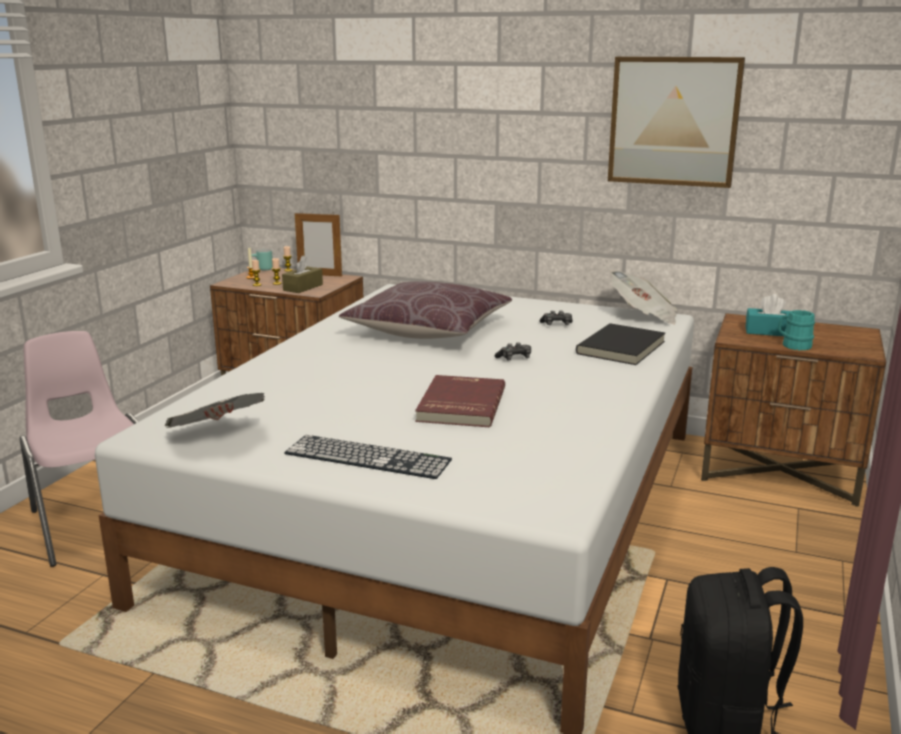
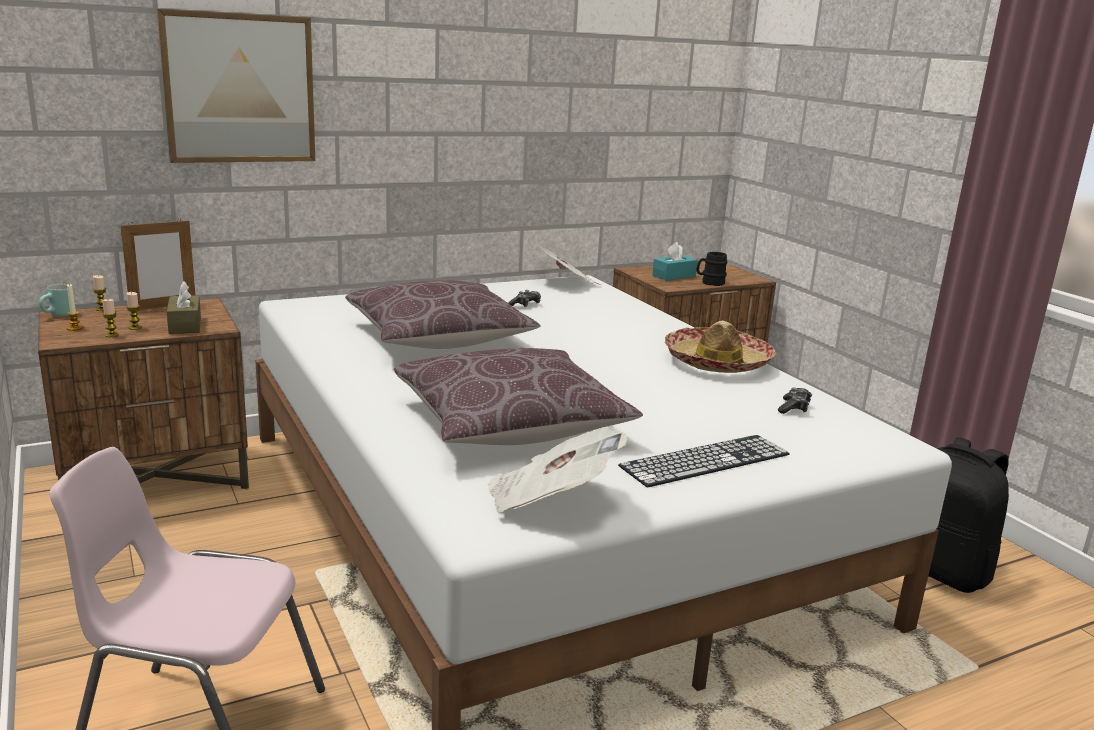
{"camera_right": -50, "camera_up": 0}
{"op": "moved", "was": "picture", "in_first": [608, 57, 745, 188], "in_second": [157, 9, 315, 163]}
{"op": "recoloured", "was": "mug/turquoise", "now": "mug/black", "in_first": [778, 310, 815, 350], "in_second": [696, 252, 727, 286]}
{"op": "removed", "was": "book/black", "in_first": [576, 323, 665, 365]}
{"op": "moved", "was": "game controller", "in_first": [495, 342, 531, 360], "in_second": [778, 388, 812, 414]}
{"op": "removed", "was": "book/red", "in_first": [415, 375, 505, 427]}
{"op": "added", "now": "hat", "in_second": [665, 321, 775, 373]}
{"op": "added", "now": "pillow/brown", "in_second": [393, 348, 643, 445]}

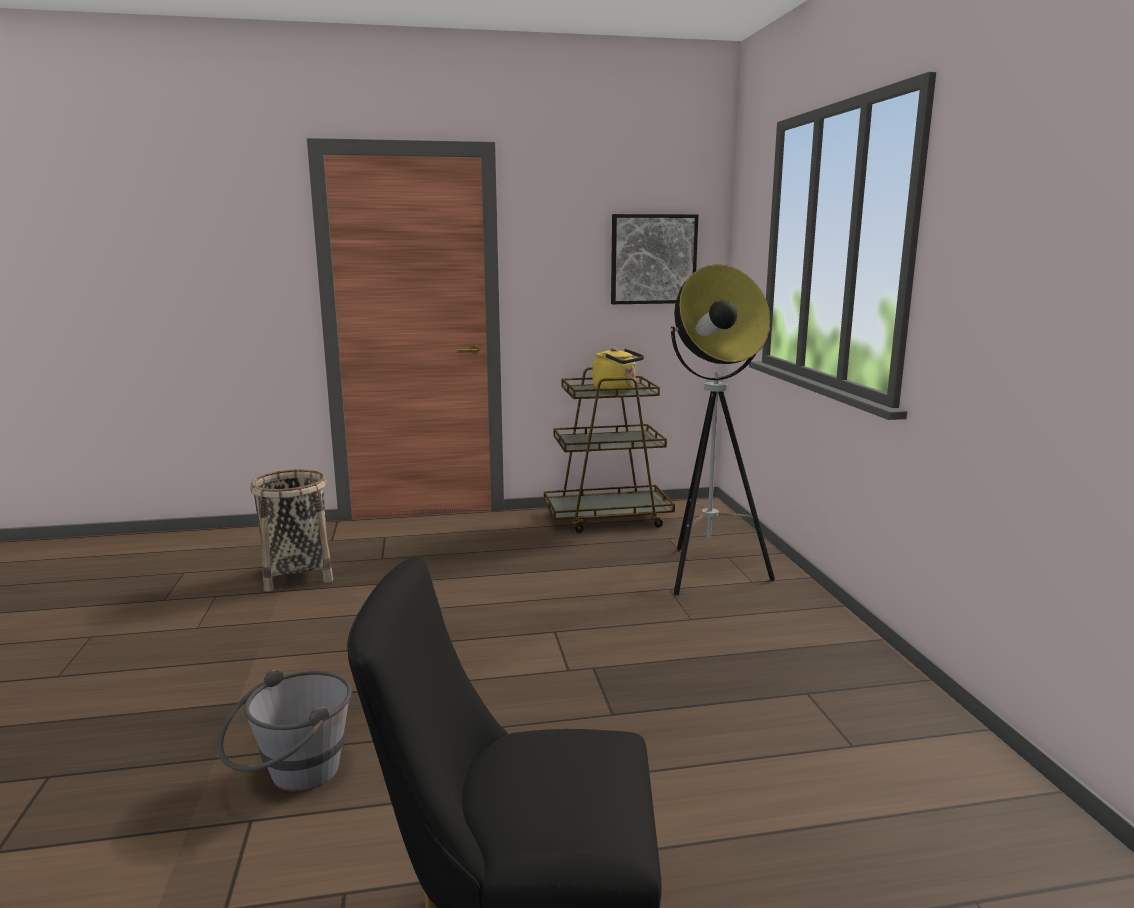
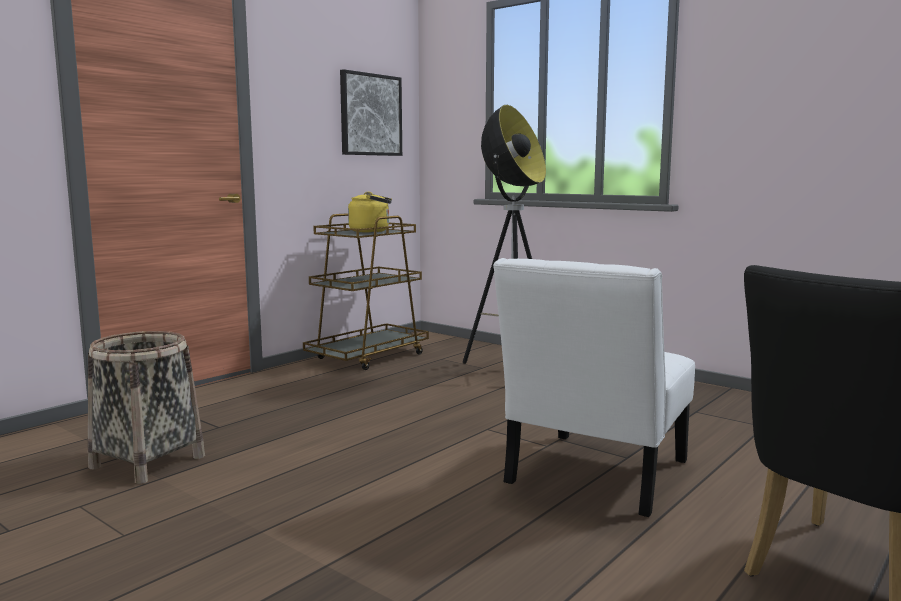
{"camera_right": -40, "camera_up": -5}
{"op": "removed", "was": "bucket/grey", "in_first": [217, 668, 352, 792]}
{"op": "added", "now": "chair/white", "in_second": [493, 258, 695, 517]}

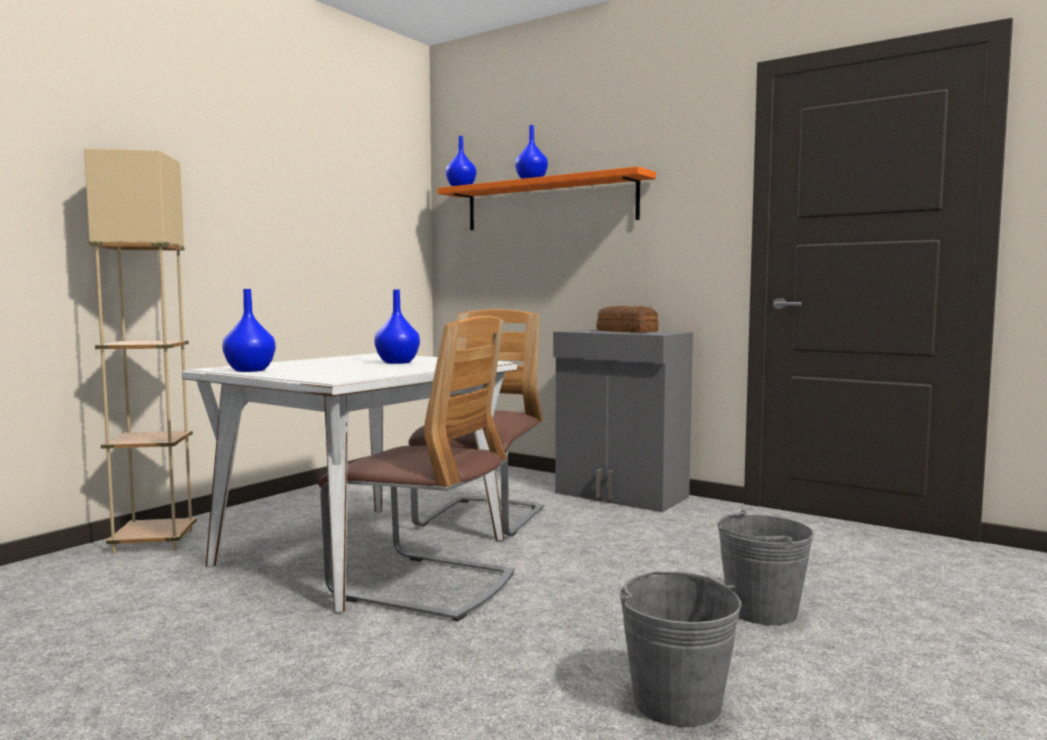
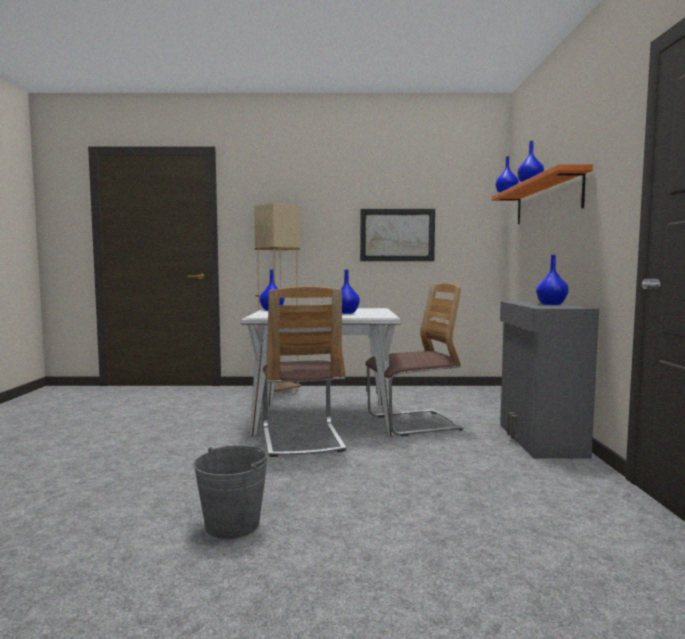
{"camera_right": 55, "camera_up": 0}
{"op": "replaced", "was": "bread", "now": "vase/blue", "in_first": [596, 306, 659, 332], "in_second": [536, 255, 569, 305]}
{"op": "removed", "was": "bucket/grey", "in_first": [717, 510, 814, 625]}
{"op": "added", "now": "picture", "in_second": [360, 209, 435, 261]}

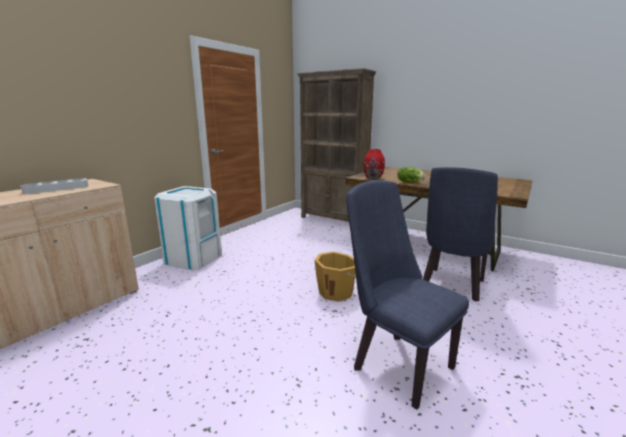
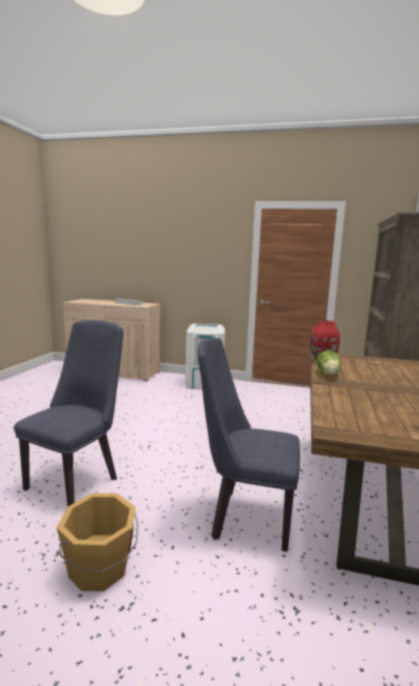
{"camera_right": 70, "camera_up": -5}
{"op": "moved", "was": "bucket/orange", "in_first": [315, 251, 356, 302], "in_second": [56, 493, 138, 591]}

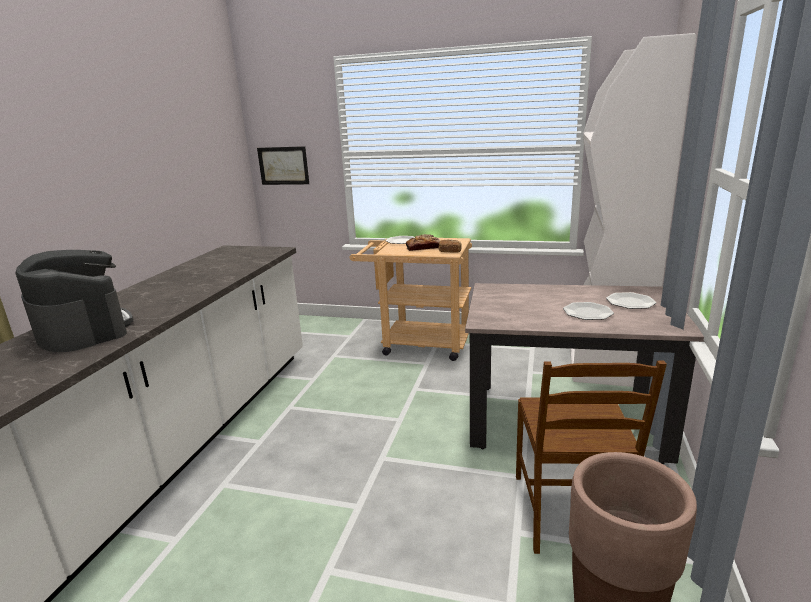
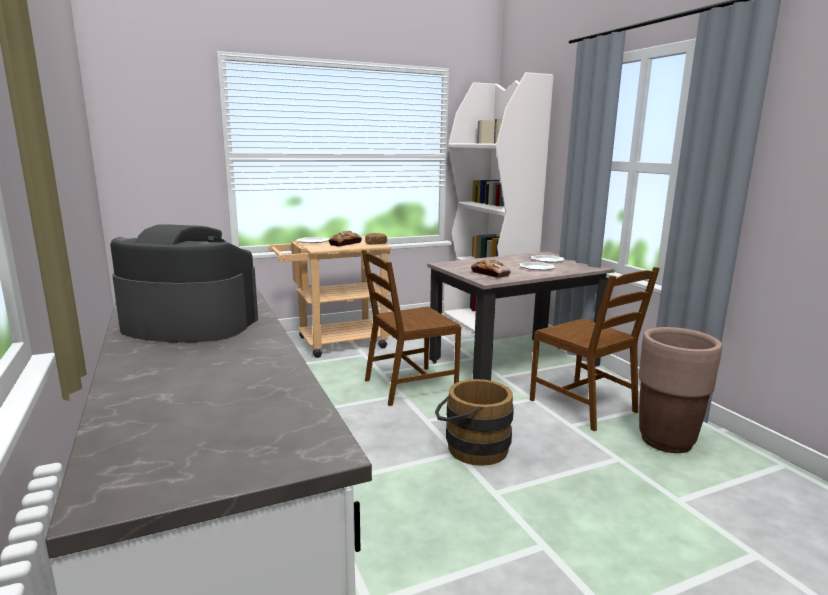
{"camera_right": -40, "camera_up": -5}
{"op": "removed", "was": "picture", "in_first": [257, 146, 309, 185]}
{"op": "added", "now": "chair/brown", "in_second": [362, 250, 461, 406]}
{"op": "added", "now": "bread", "in_second": [471, 259, 511, 278]}
{"op": "added", "now": "bucket/brown", "in_second": [435, 379, 514, 466]}

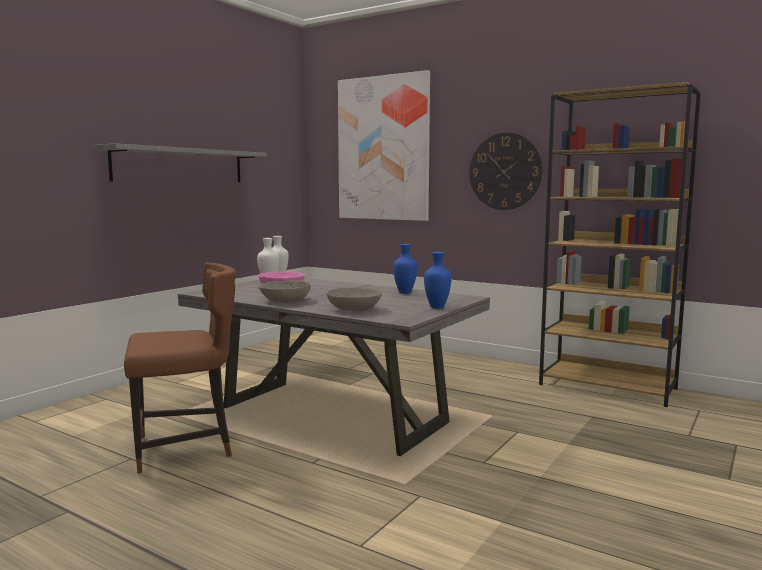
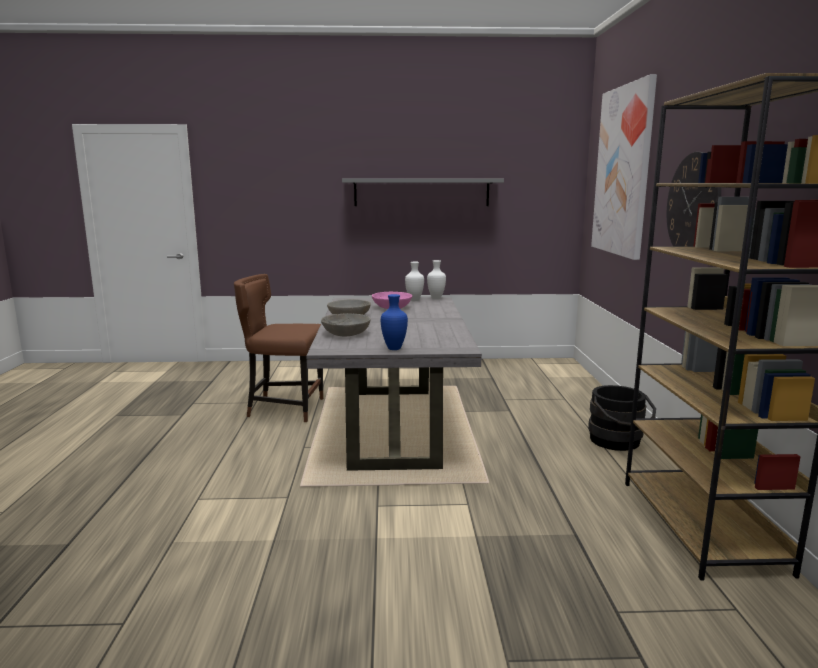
{"camera_right": 55, "camera_up": 5}
{"op": "removed", "was": "vase/blue", "in_first": [393, 244, 417, 294]}
{"op": "turned", "was": "chair/brown", "in_first": [124, 262, 236, 474], "in_second": [234, 274, 323, 422], "clockwise": 150}
{"op": "added", "now": "bucket/black", "in_second": [588, 385, 656, 451]}

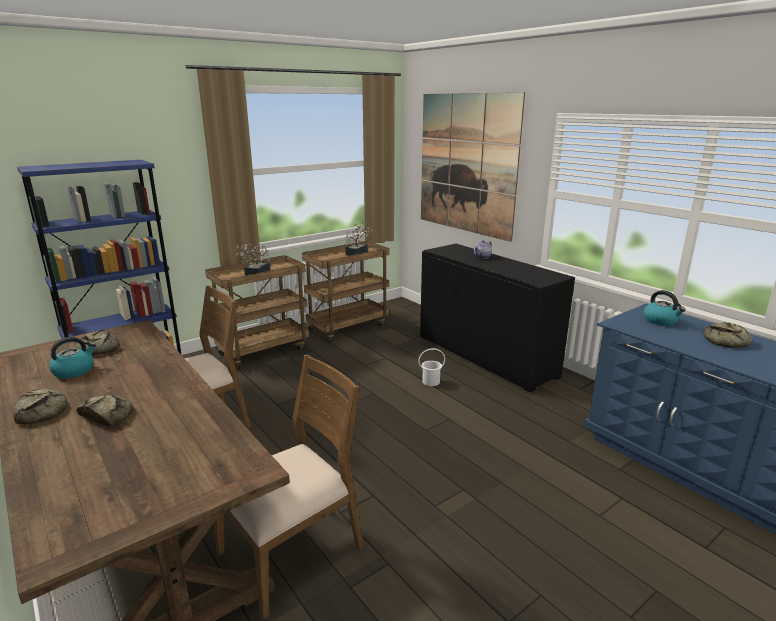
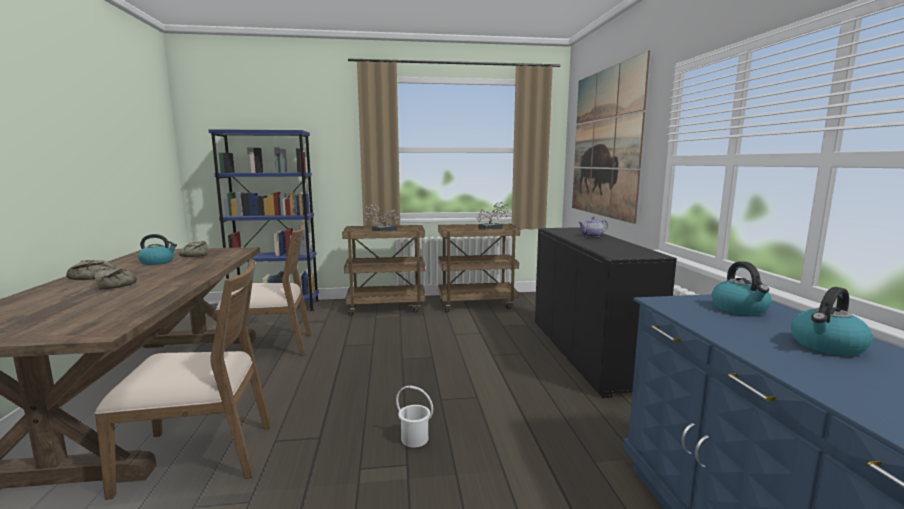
{"camera_right": 30, "camera_up": -10}
{"op": "replaced", "was": "bread", "now": "kettle", "in_first": [703, 322, 752, 348], "in_second": [791, 287, 873, 356]}
{"op": "moved", "was": "bucket/white", "in_first": [419, 348, 445, 386], "in_second": [396, 386, 433, 448]}

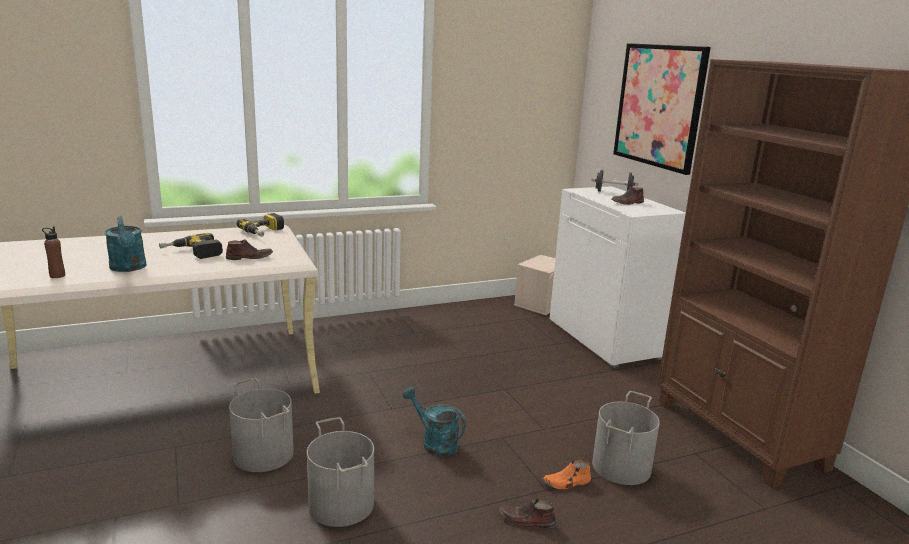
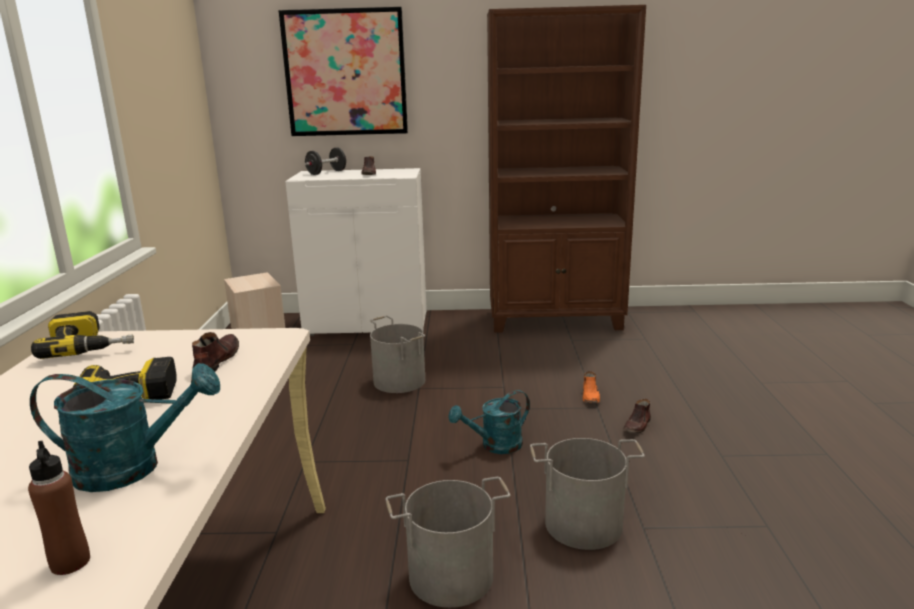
{"camera_right": -65, "camera_up": 0}
{"op": "moved", "was": "bucket/grey", "in_first": [592, 391, 660, 485], "in_second": [370, 316, 425, 393]}

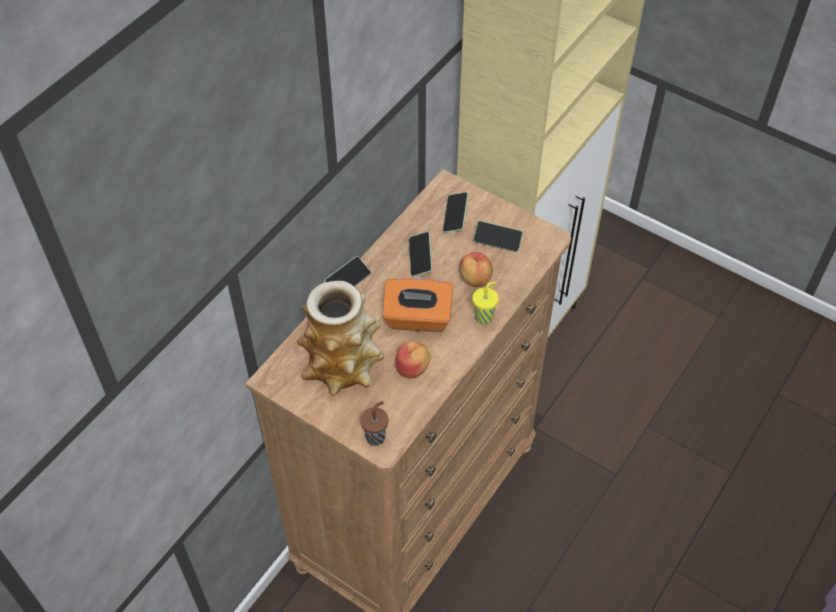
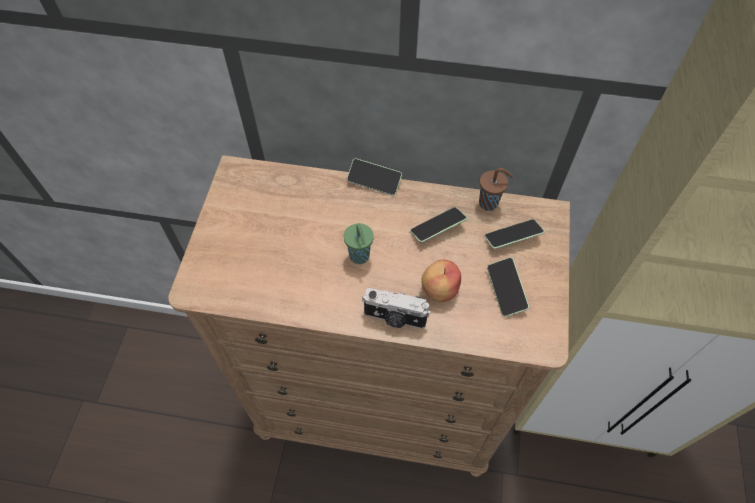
{"camera_right": 65, "camera_up": 5}
{"op": "replaced", "was": "tissue box/orange", "now": "cup/green", "in_first": [382, 278, 453, 332], "in_second": [344, 223, 374, 264]}
{"op": "removed", "was": "vase", "in_first": [297, 281, 384, 396]}
{"op": "replaced", "was": "cup/yellow", "now": "photo camera", "in_first": [472, 282, 499, 325], "in_second": [362, 288, 431, 329]}
{"op": "removed", "was": "apple", "in_first": [395, 341, 430, 378]}
{"op": "moved", "was": "cup/brown", "in_first": [360, 401, 388, 446], "in_second": [479, 168, 513, 211]}

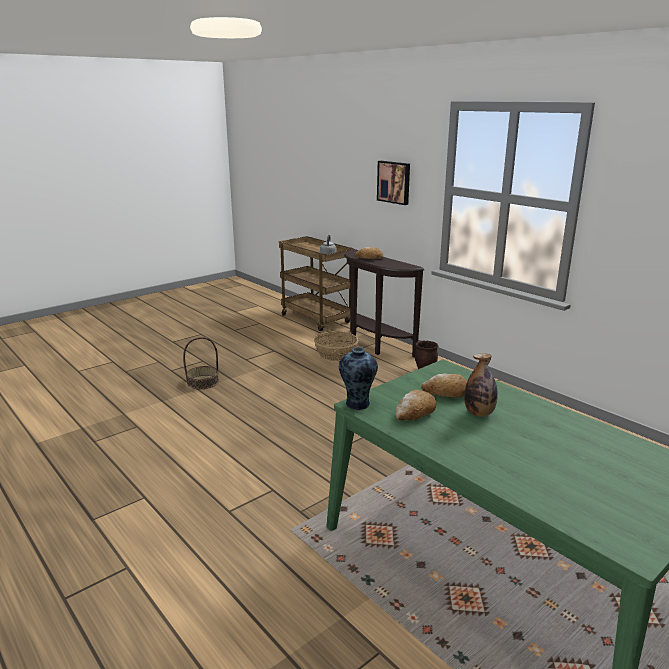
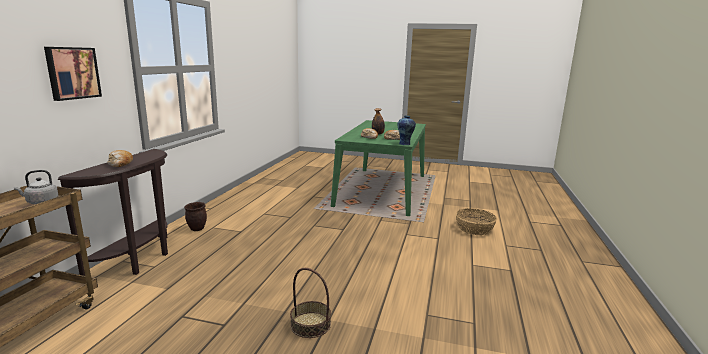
{"camera_right": -125, "camera_up": -5}
{"op": "moved", "was": "basket", "in_first": [314, 331, 358, 361], "in_second": [455, 208, 497, 235]}

